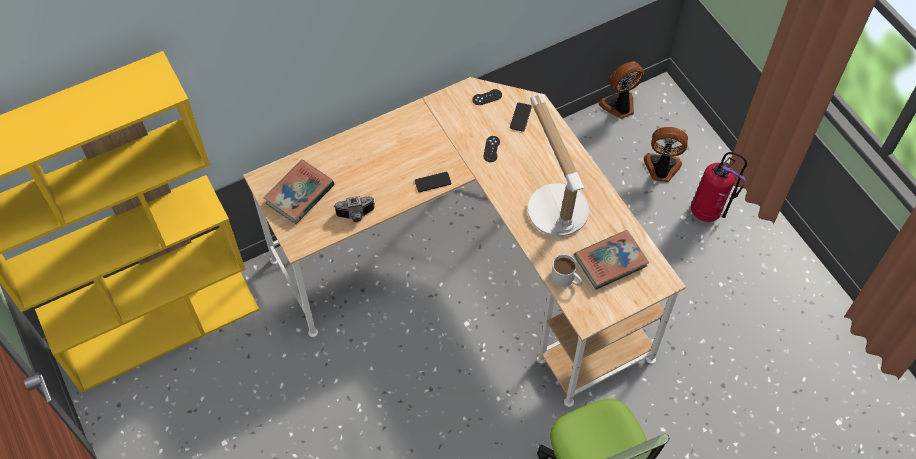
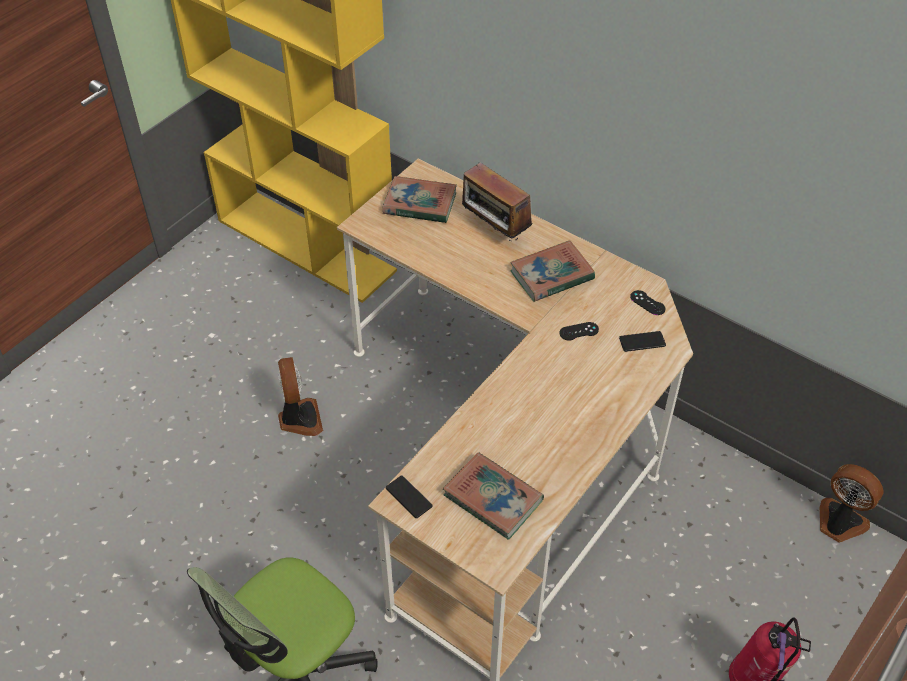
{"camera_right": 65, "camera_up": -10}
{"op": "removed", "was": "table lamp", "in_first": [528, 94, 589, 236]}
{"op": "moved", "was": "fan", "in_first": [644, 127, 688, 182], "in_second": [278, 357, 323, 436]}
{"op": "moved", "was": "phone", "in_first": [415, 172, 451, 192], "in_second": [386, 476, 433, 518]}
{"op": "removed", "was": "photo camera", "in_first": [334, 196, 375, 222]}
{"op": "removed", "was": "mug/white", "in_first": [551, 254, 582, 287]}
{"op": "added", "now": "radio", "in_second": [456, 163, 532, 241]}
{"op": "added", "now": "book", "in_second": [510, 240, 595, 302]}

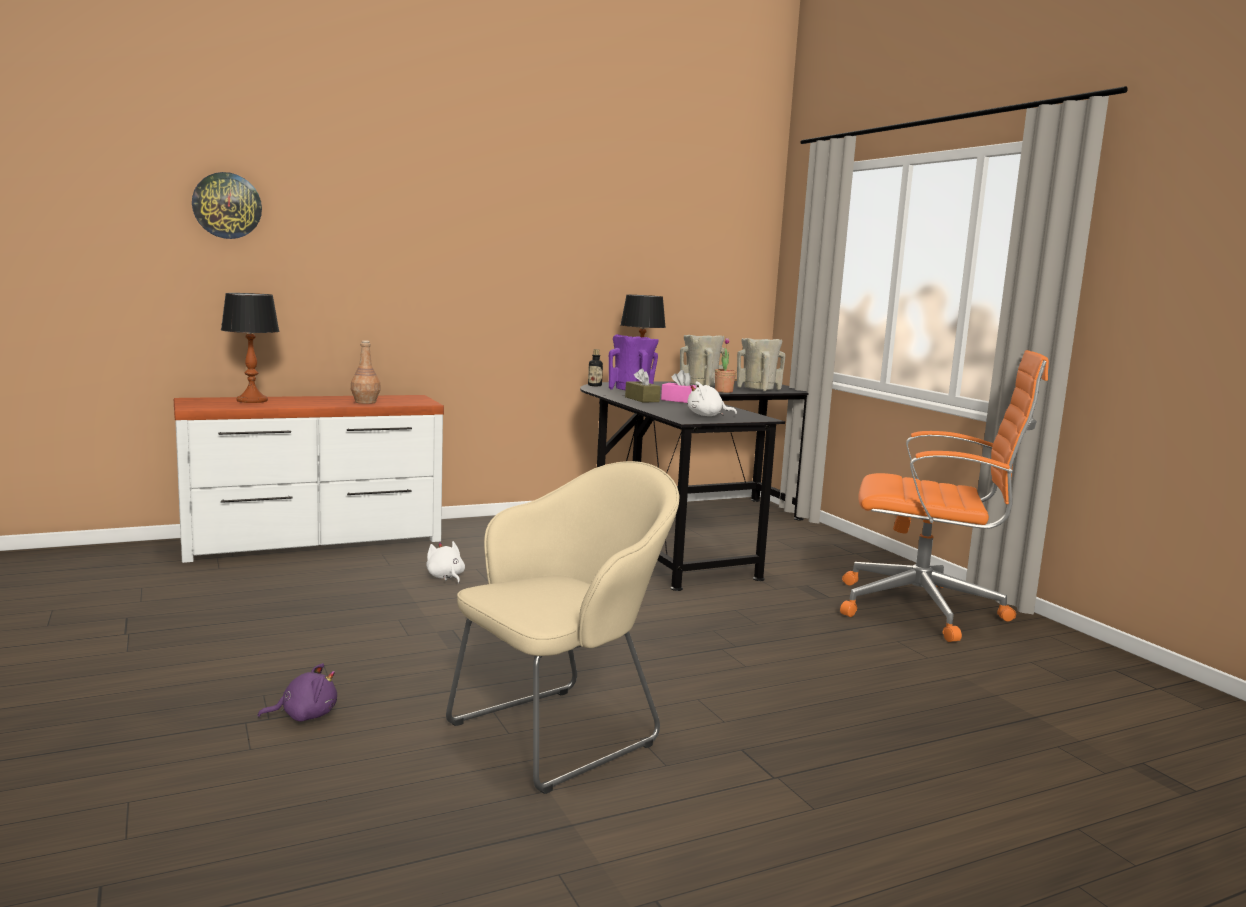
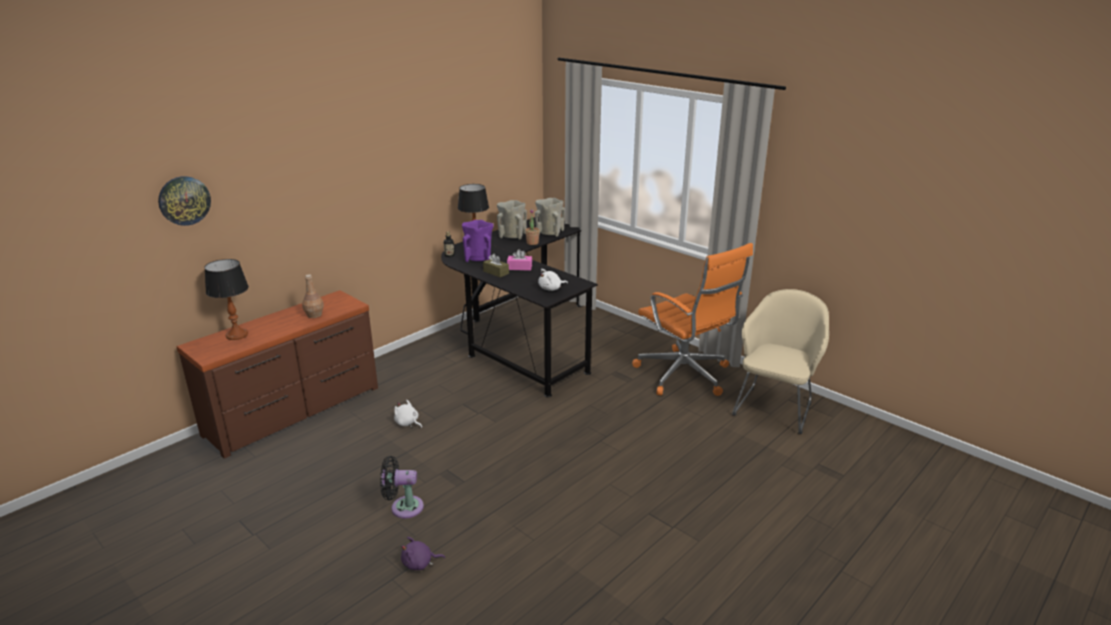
{"camera_right": -20, "camera_up": 15}
{"op": "turned", "was": "office chair/orange", "in_first": [840, 350, 1049, 642], "in_second": [632, 243, 753, 396], "clockwise": 60}
{"op": "recoloured", "was": "dresser/white", "now": "dresser/brown", "in_first": [174, 395, 444, 563], "in_second": [177, 290, 378, 459]}
{"op": "moved", "was": "armchair/beige", "in_first": [446, 461, 680, 794], "in_second": [732, 289, 829, 434]}
{"op": "turned", "was": "plush toy/purple", "in_first": [257, 663, 337, 722], "in_second": [401, 537, 445, 570], "clockwise": -150}
{"op": "added", "now": "fan/black", "in_second": [380, 456, 424, 518]}

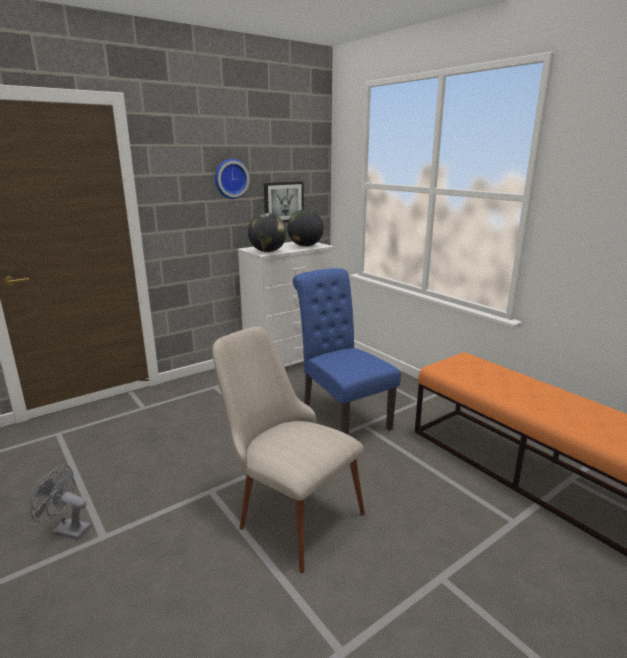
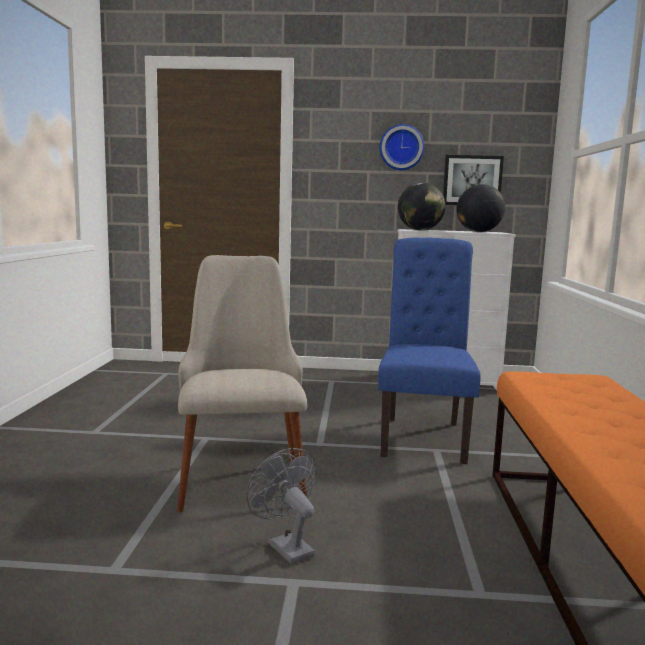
{"camera_right": 40, "camera_up": -10}
{"op": "moved", "was": "fan/grey", "in_first": [30, 465, 91, 540], "in_second": [246, 448, 316, 564]}

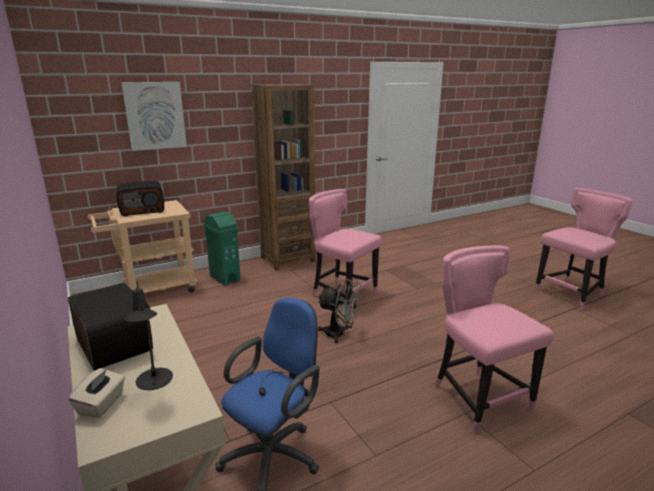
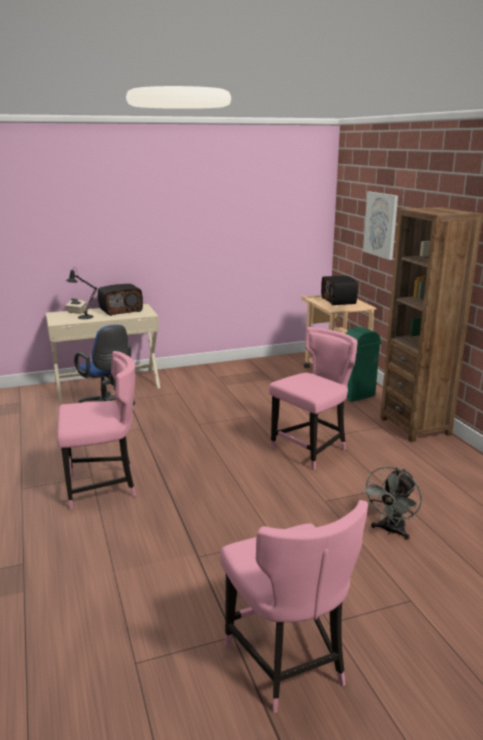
{"camera_right": 100, "camera_up": 0}
{"op": "moved", "was": "fan/grey", "in_first": [317, 279, 362, 343], "in_second": [362, 466, 422, 540]}

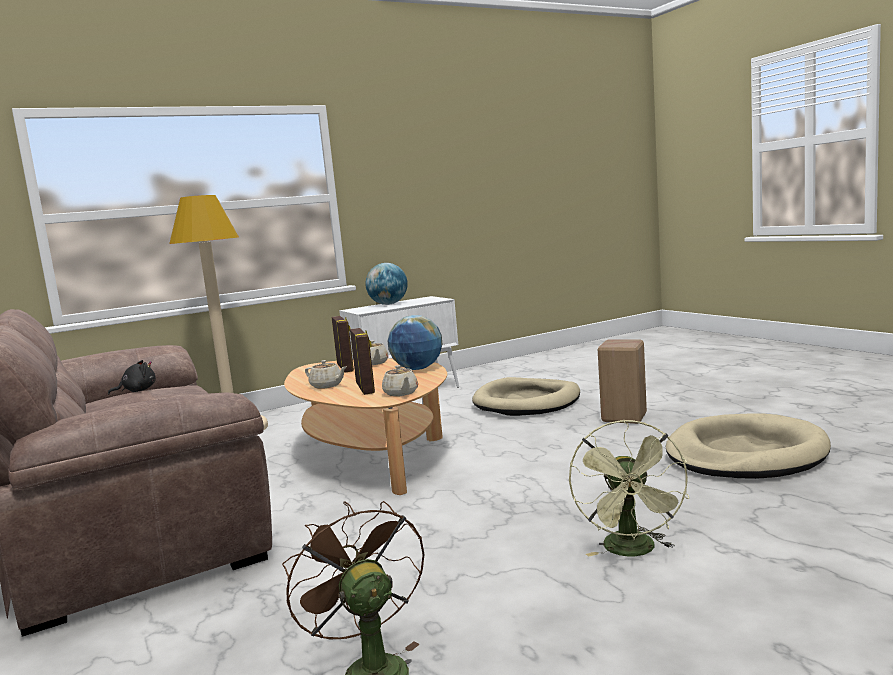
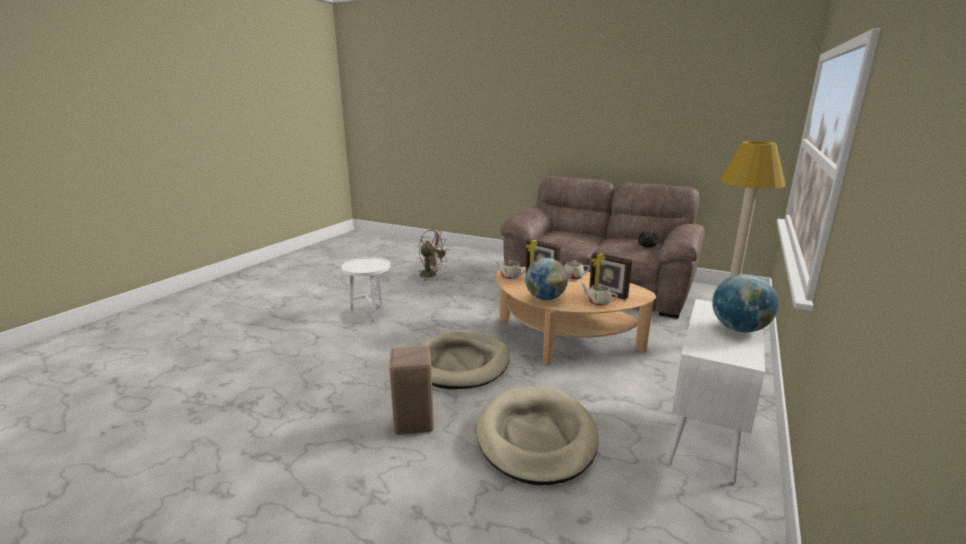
{"camera_right": 145, "camera_up": 10}
{"op": "moved", "was": "dog bed/beige", "in_first": [666, 414, 831, 479], "in_second": [420, 332, 510, 389]}
{"op": "replaced", "was": "fan/green", "now": "side table/white", "in_first": [569, 420, 689, 557], "in_second": [341, 257, 390, 322]}

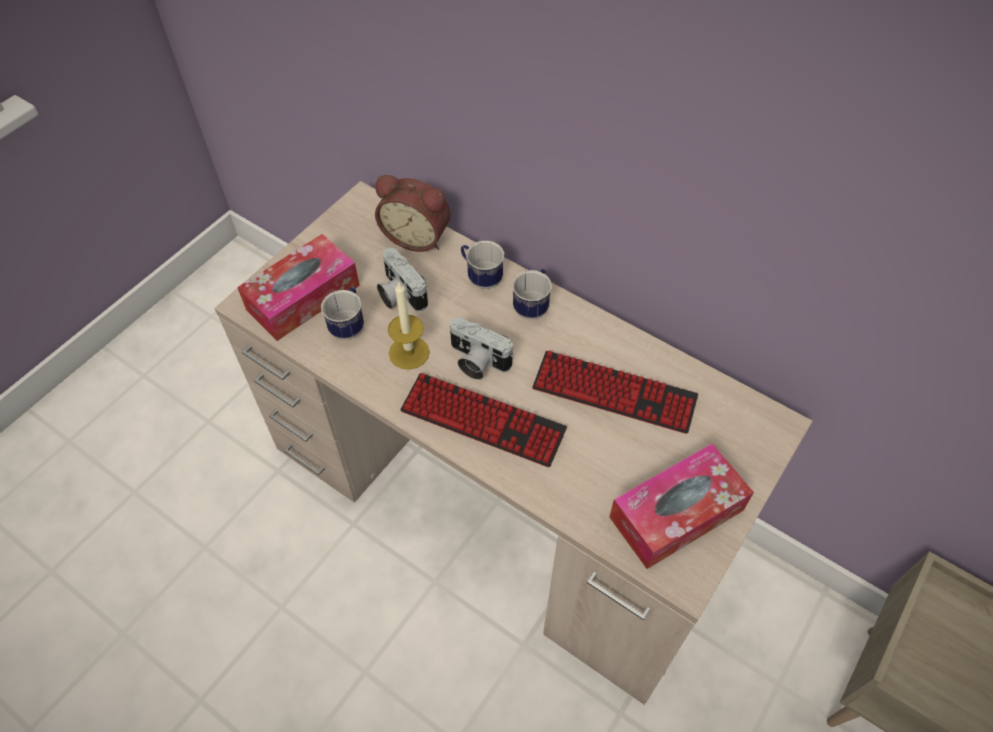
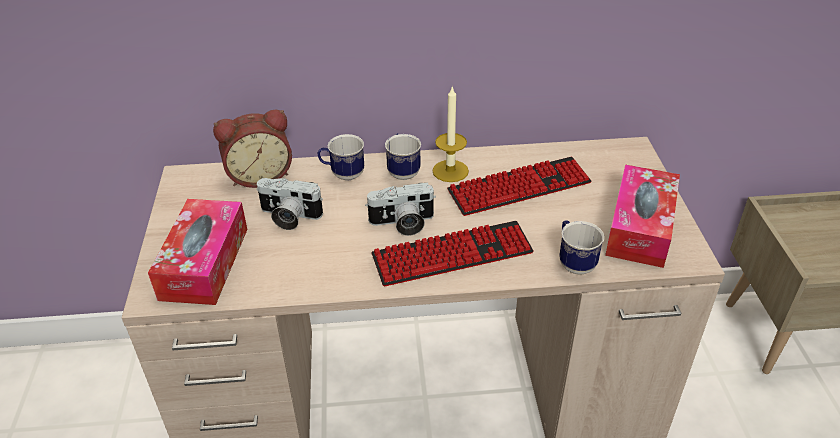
{"camera_right": -40, "camera_up": -15}
{"op": "moved", "was": "candle", "in_first": [388, 283, 430, 370], "in_second": [432, 85, 469, 182]}
{"op": "moved", "was": "mug", "in_first": [321, 287, 364, 340], "in_second": [559, 220, 604, 274]}

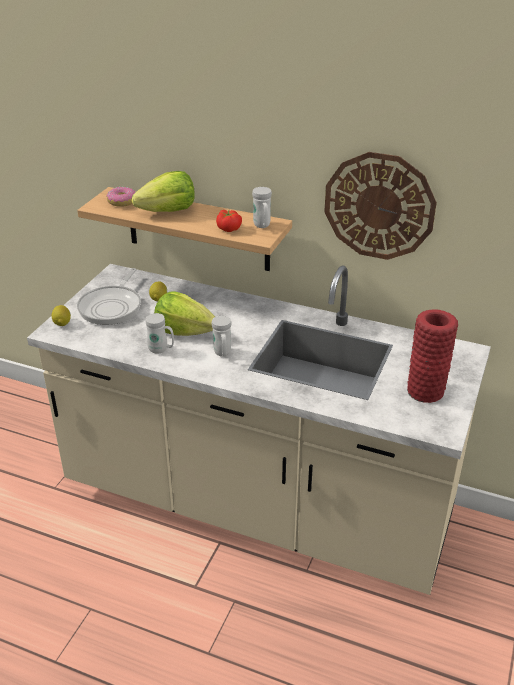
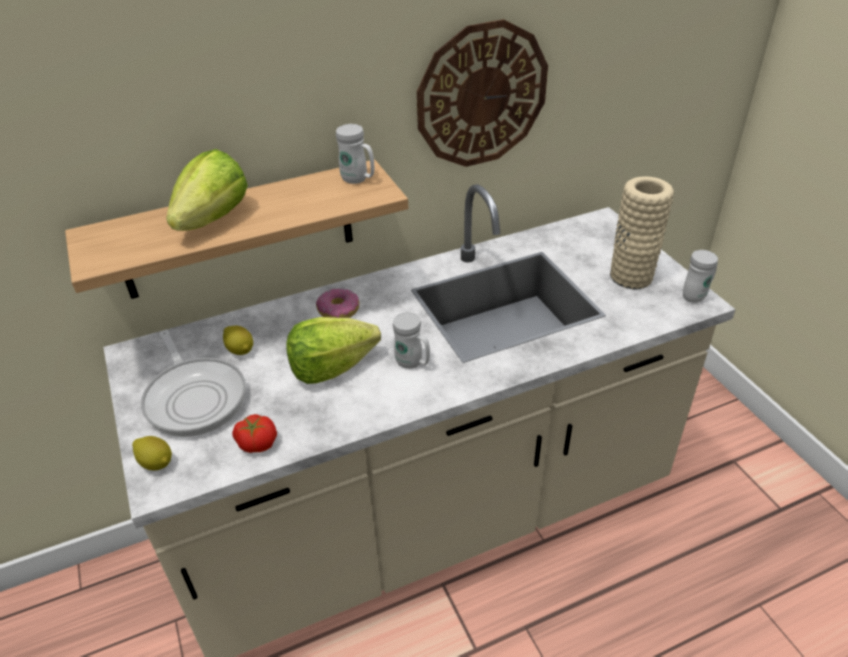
{"camera_right": -45, "camera_up": 5}
{"op": "moved", "was": "donut", "in_first": [107, 187, 136, 207], "in_second": [316, 288, 359, 318]}
{"op": "moved", "was": "tomato", "in_first": [216, 210, 242, 232], "in_second": [232, 414, 277, 453]}
{"op": "recoloured", "was": "vase/red", "now": "vase/beige", "in_first": [407, 309, 458, 403], "in_second": [610, 176, 674, 289]}
{"op": "moved", "was": "mug/white", "in_first": [145, 313, 174, 354], "in_second": [683, 250, 718, 303]}

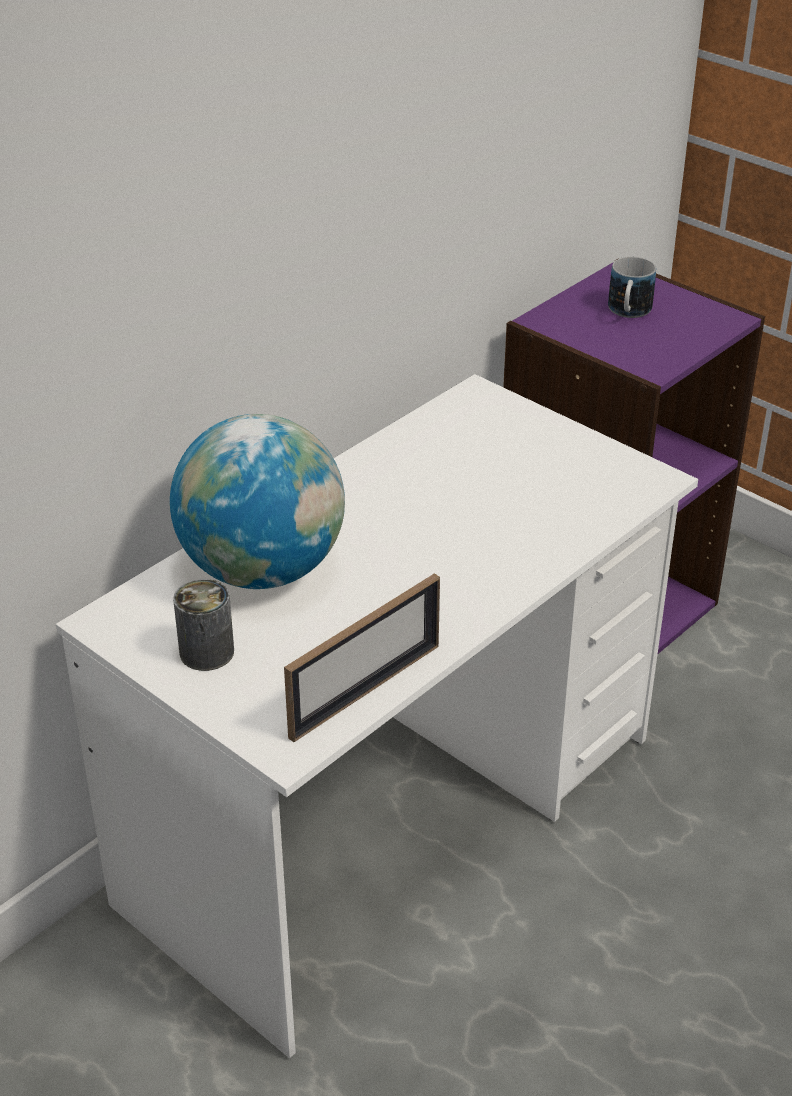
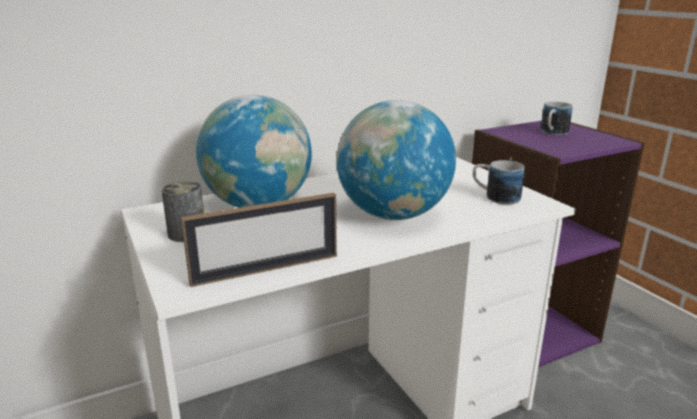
{"camera_right": 20, "camera_up": -15}
{"op": "added", "now": "globe", "in_second": [337, 100, 456, 220]}
{"op": "added", "now": "mug", "in_second": [473, 160, 525, 204]}

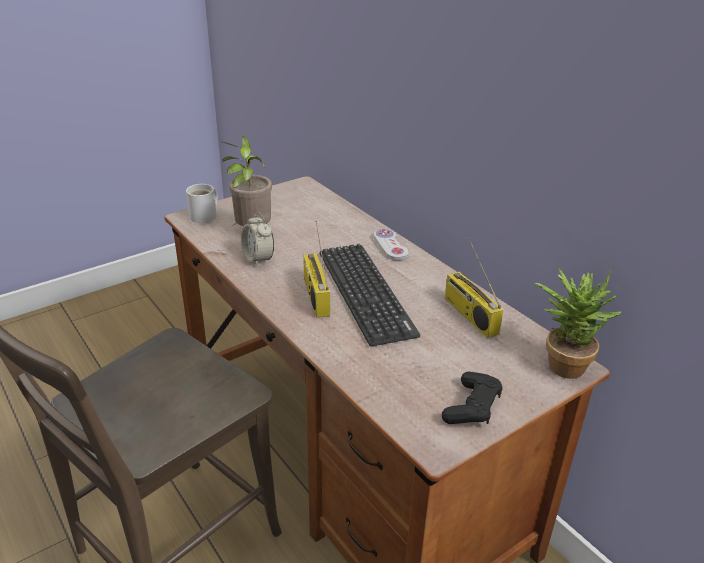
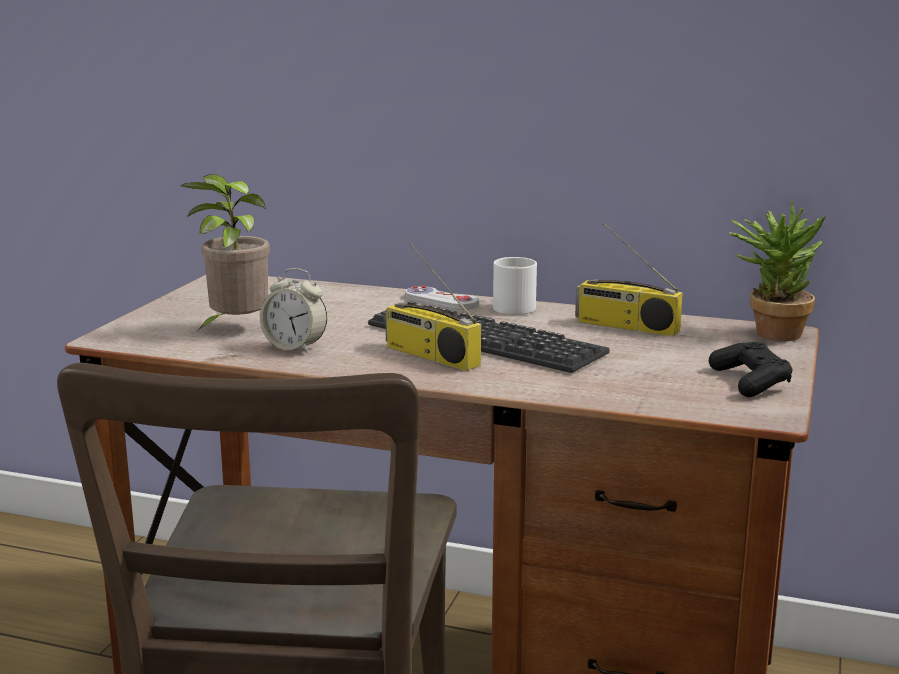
{"camera_right": -35, "camera_up": -15}
{"op": "moved", "was": "mug/white", "in_first": [186, 184, 218, 223], "in_second": [493, 257, 537, 315]}

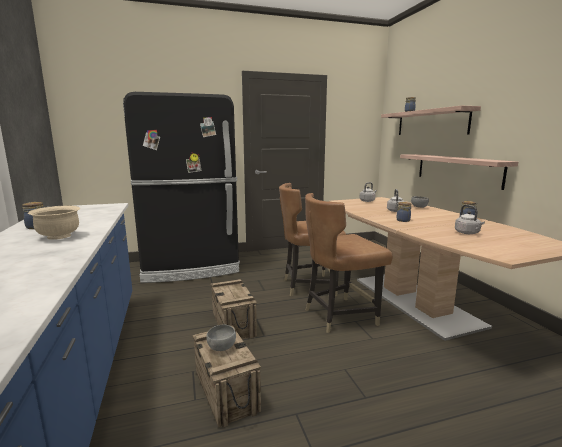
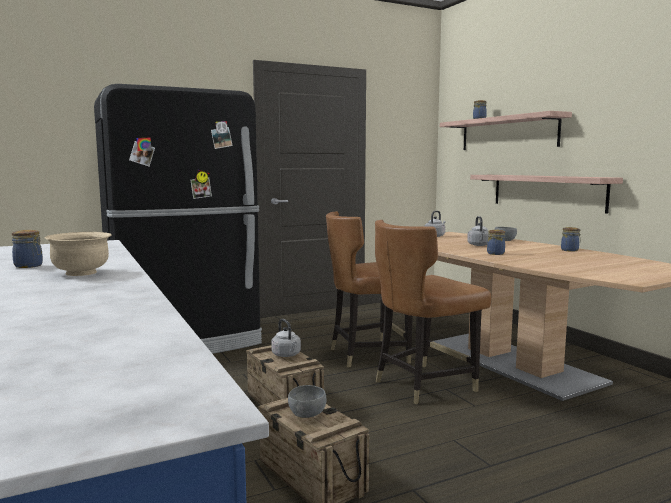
{"camera_right": -10, "camera_up": -5}
{"op": "moved", "was": "kettle/grey", "in_first": [455, 205, 485, 234], "in_second": [271, 319, 301, 357]}

